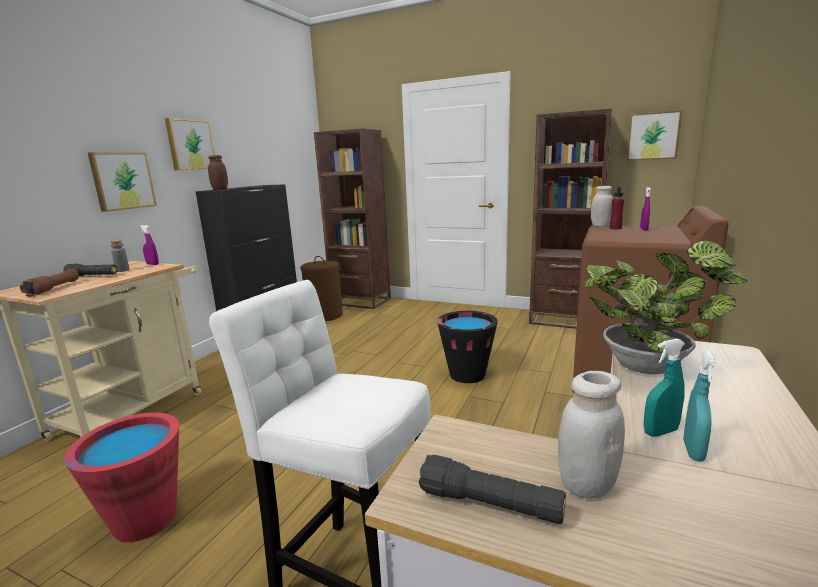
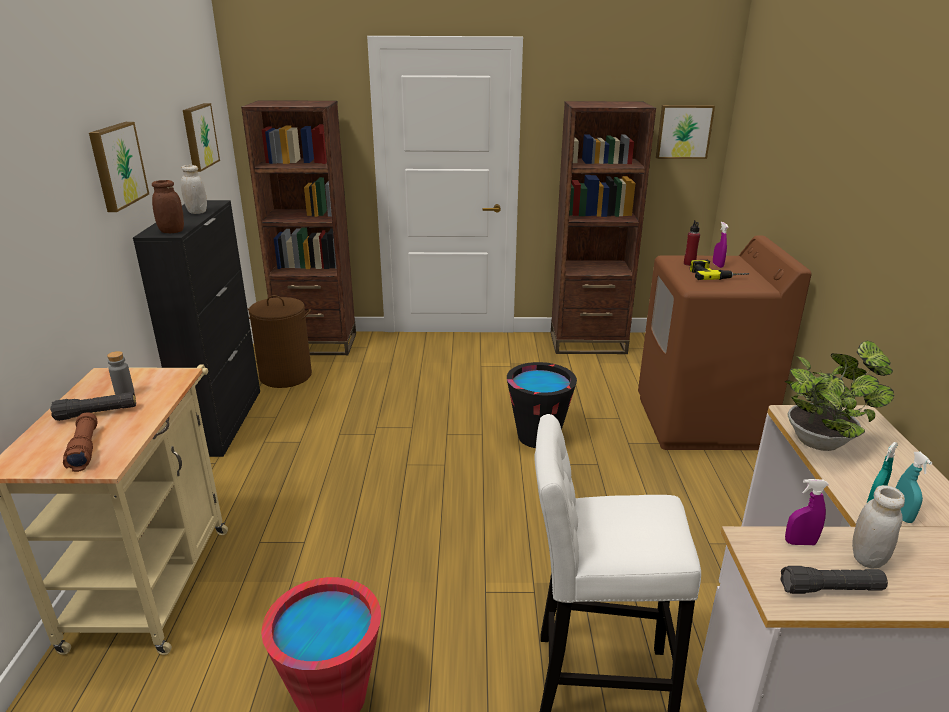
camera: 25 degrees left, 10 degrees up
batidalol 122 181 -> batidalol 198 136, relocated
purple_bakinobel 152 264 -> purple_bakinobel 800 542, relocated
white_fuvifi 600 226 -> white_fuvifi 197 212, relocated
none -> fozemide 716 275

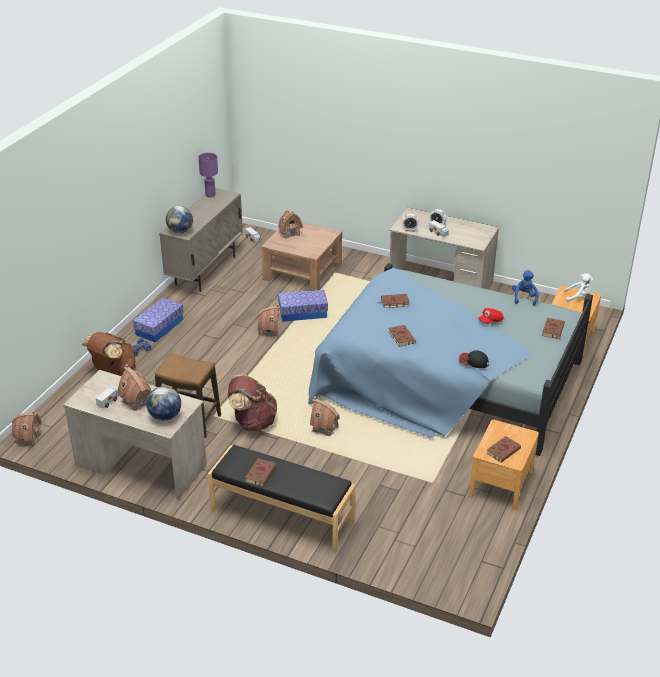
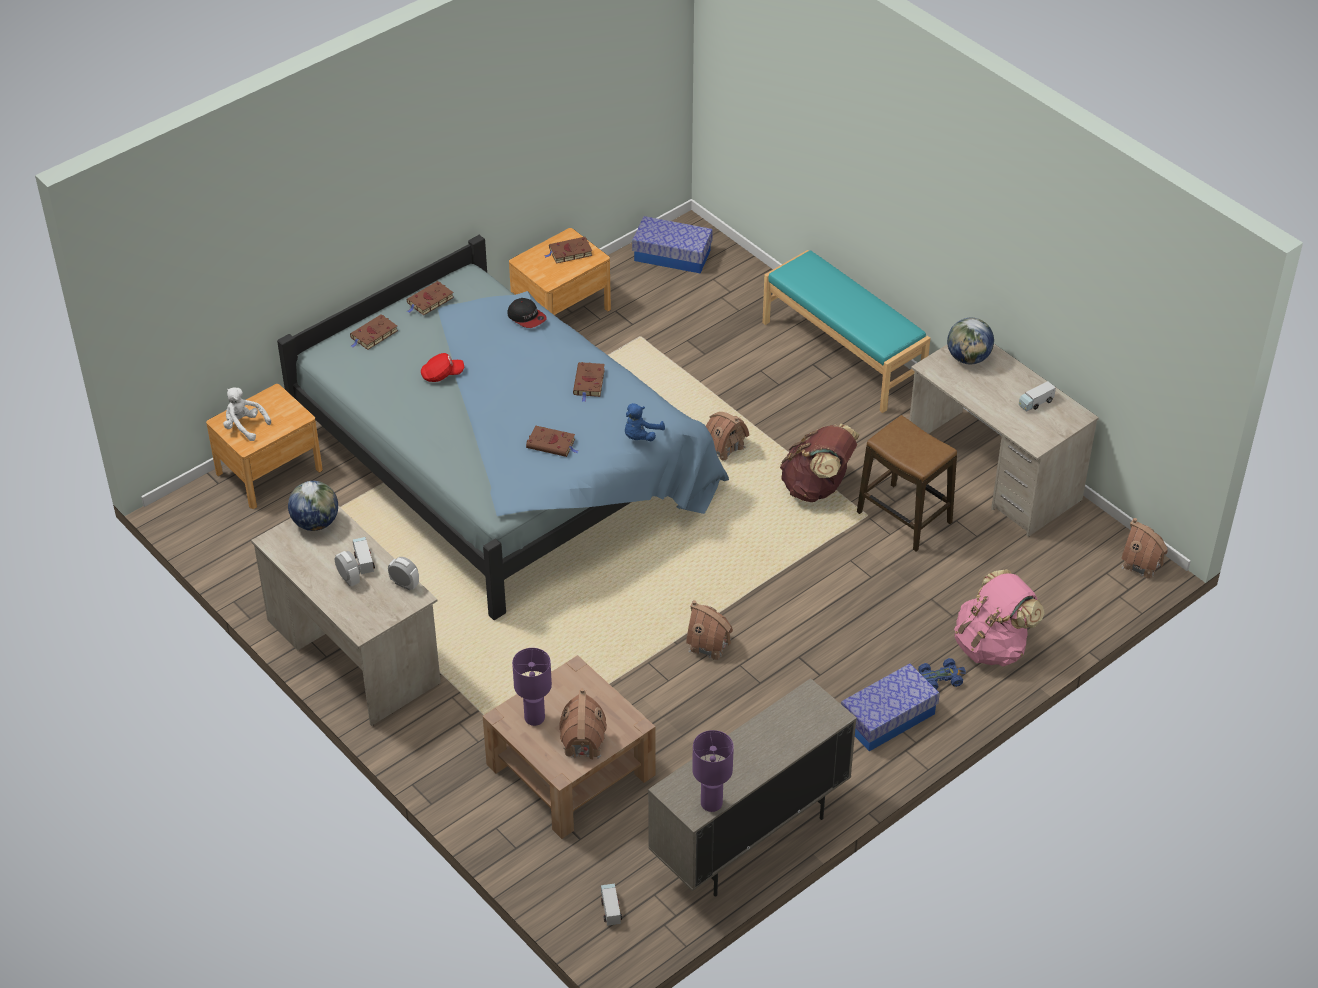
camera: 155 degrees left, 10 degrees up
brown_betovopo 113 371 -> pink_betovopo 992 646
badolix 137 401 -> none
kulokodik 180 231 -> kulokodik 315 523, relocated
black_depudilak 282 517 -> turquoise_depudilak 843 353
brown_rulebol 261 473 -> brown_rulebol 429 301, relocated
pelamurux 303 313 -> pelamurux 672 255, relocated
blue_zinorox 524 298 -> blue_zinorox 640 436, relocated
none -> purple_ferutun 535 717

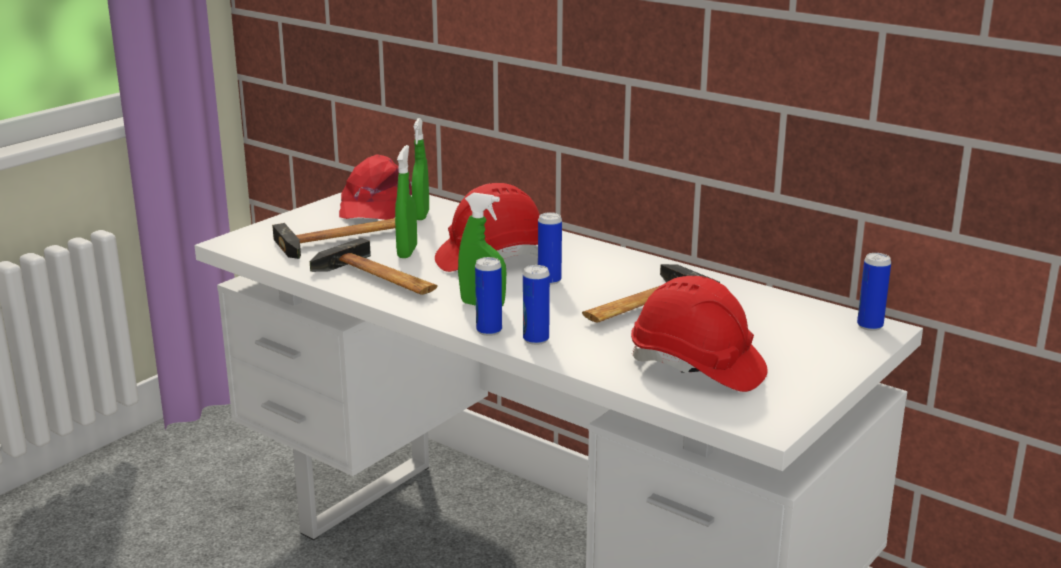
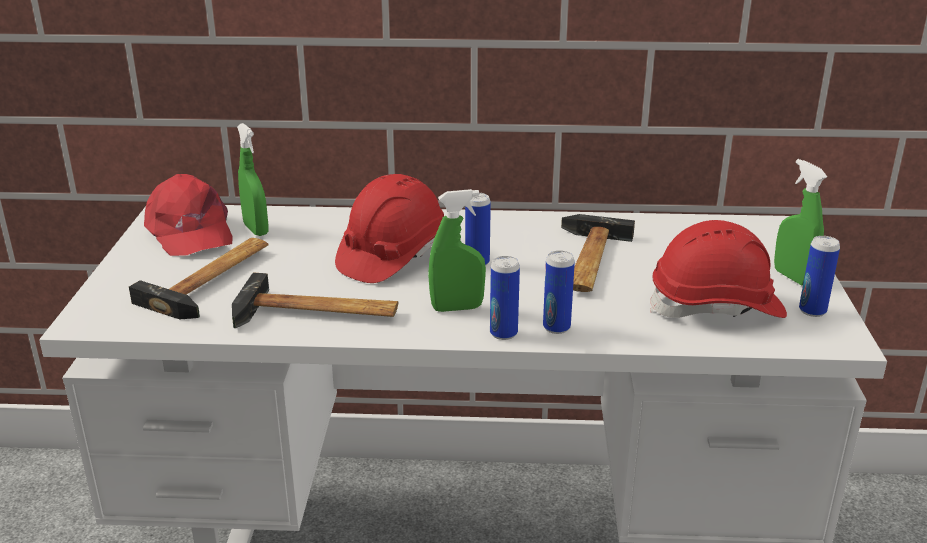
camera: 35 degrees left, 5 degrees up
green_bakinobel 407 252 -> green_bakinobel 792 277, relocated
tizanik 870 326 -> tizanik 812 311, relocated

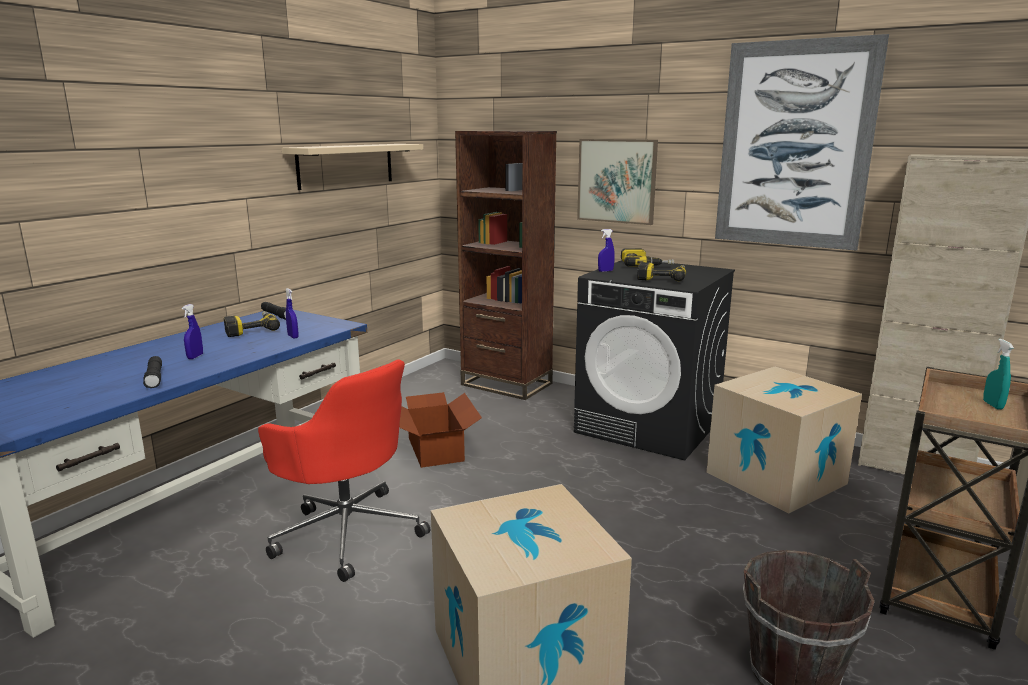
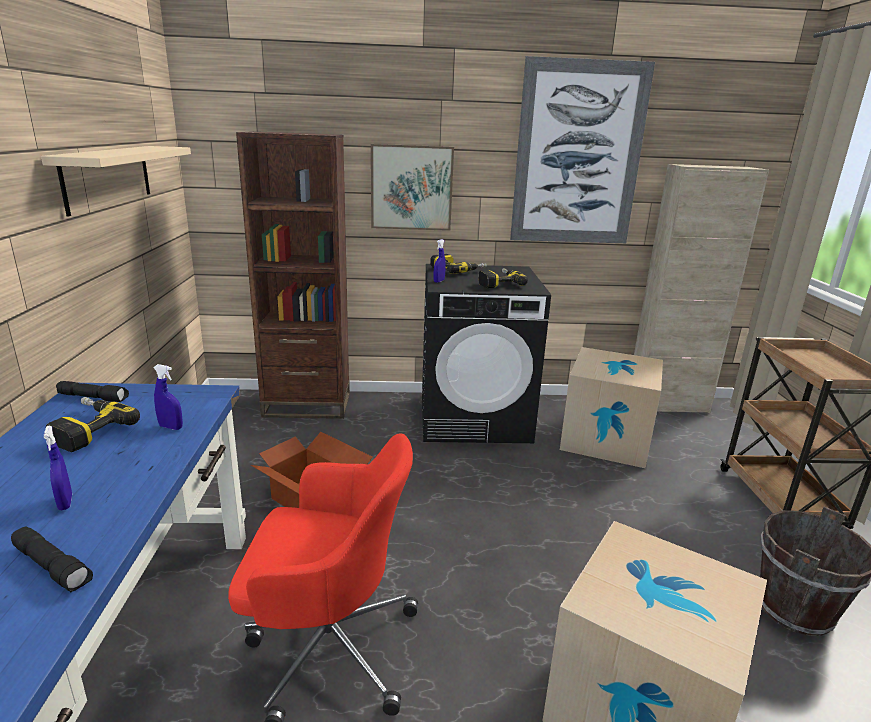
camera: 35 degrees left, 5 degrees up
turquoise_bakinobel 993 405 -> none

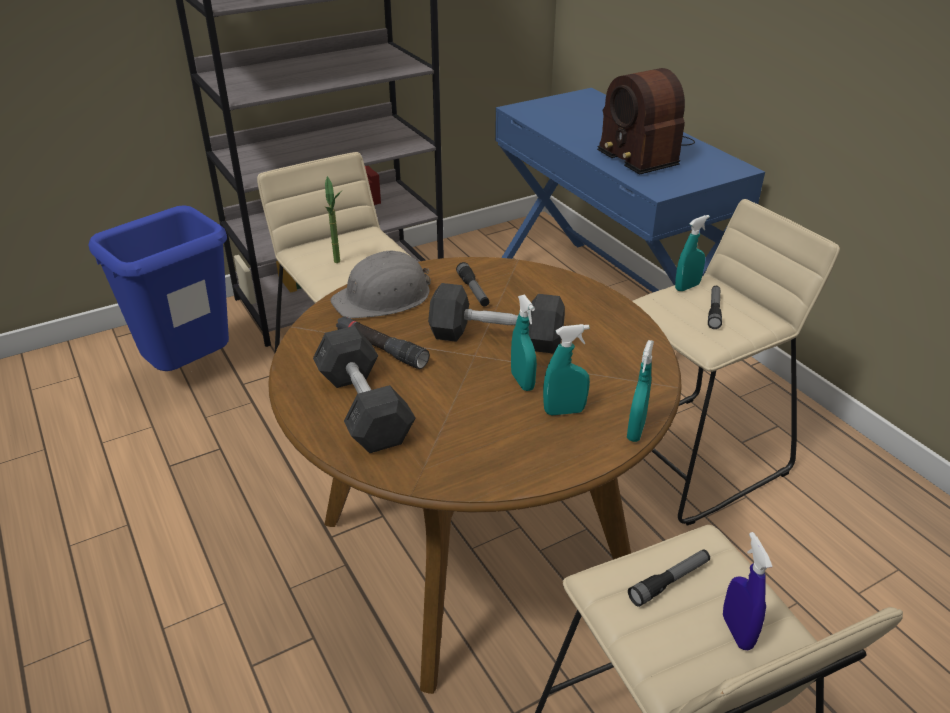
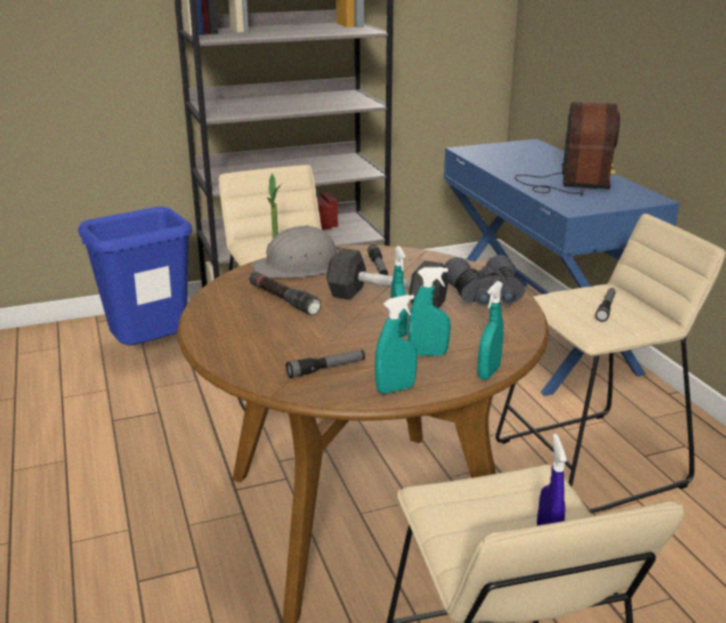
camera: 10 degrees right, 10 degrees down
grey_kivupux 364 408 -> none
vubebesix 643 151 -> vubebesix 568 183, 150 degrees counterclockwise
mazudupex 669 582 -> mazudupex 326 369, relocated
turquoise_bakinobel 687 287 -> turquoise_bakinobel 395 389, relocated
none -> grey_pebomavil 485 295

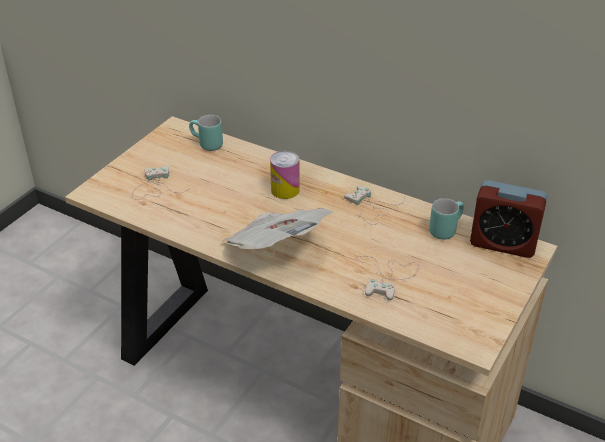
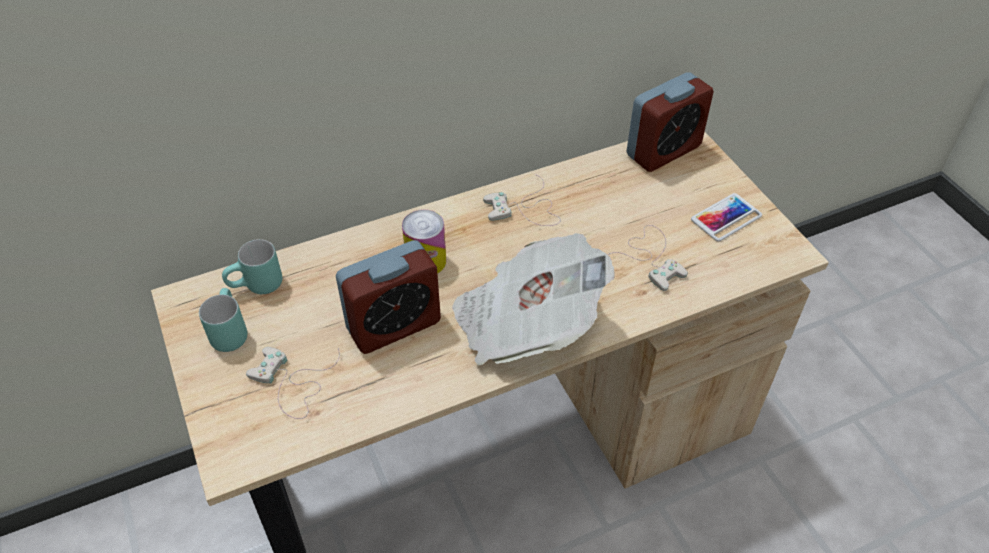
camera: 55 degrees left, 10 degrees up
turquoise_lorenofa 445 229 -> turquoise_lorenofa 227 332, relocated
none -> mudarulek 394 325
none -> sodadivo 726 218

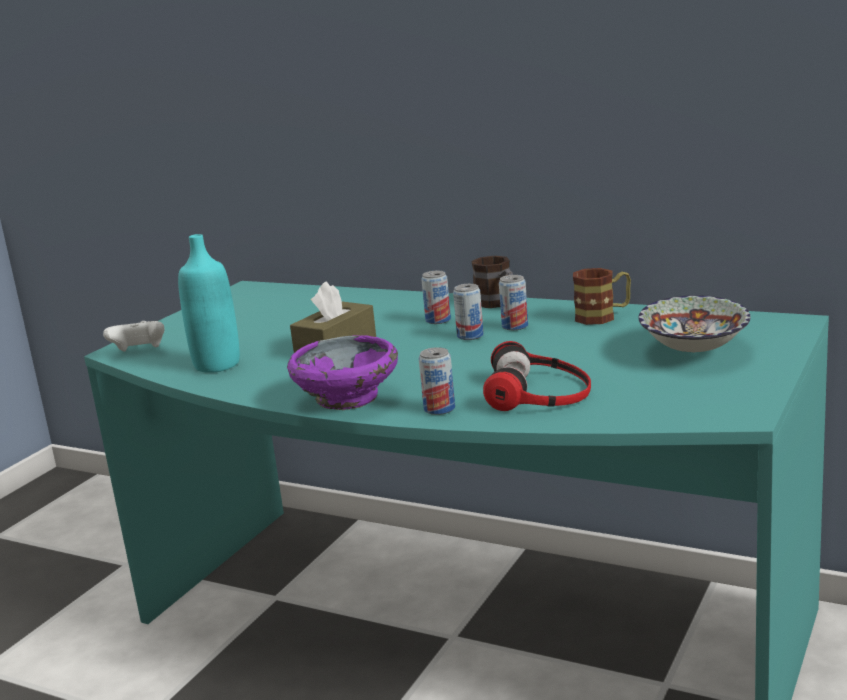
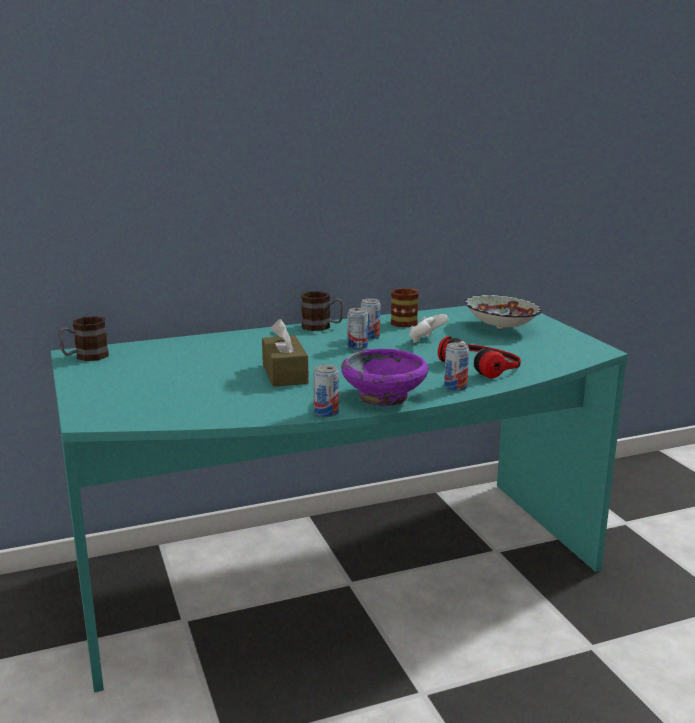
camera: 50 degrees left, 0 degrees up
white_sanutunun 139 352 -> white_sanutunun 426 341, relocated
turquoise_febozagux 217 365 -> none
tizanik 438 320 -> tizanik 326 412, relocated
none -> lorenofa 85 357

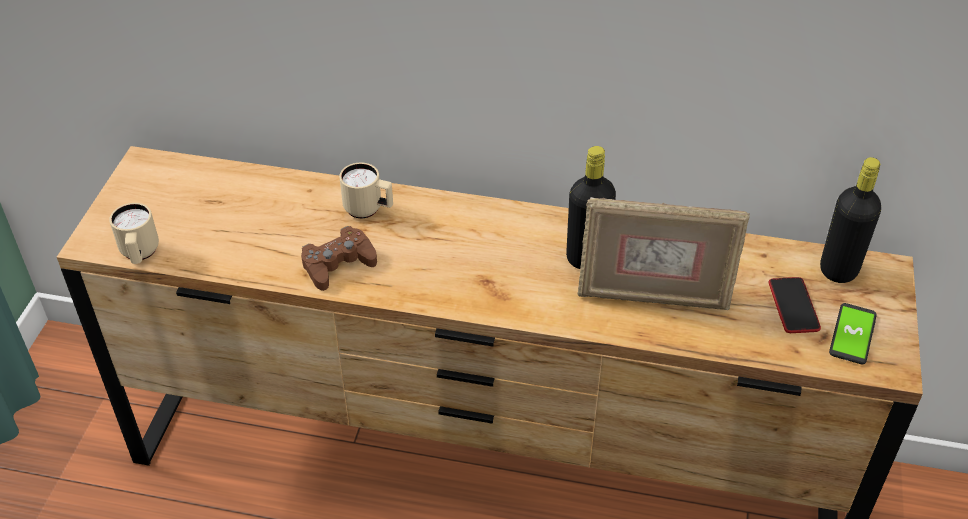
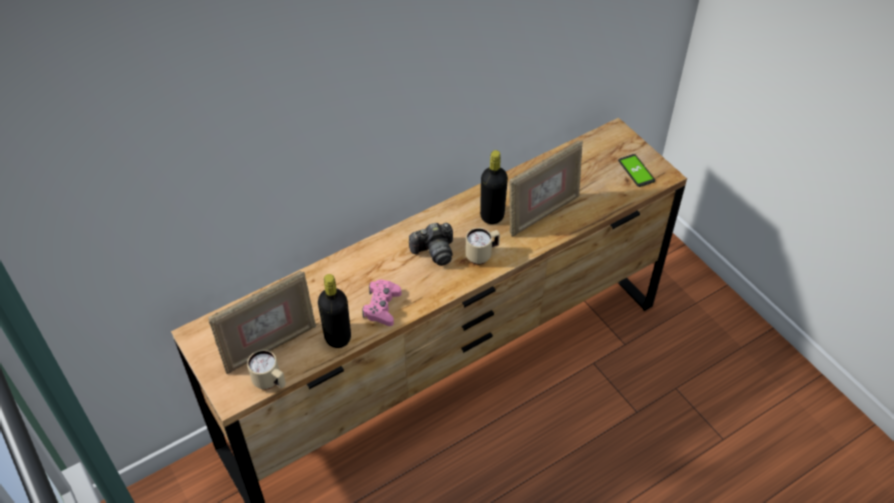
camera: 45 degrees left, 5 degrees up
brown_sanutunun 338 264 -> pink_sanutunun 382 306
beige_lorenofa 368 210 -> beige_lorenofa 482 255, relocated
sodadivo 793 306 -> none
black_febozagux 838 270 -> black_febozagux 338 337, relocated
none -> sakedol 269 346
none -> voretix 434 251

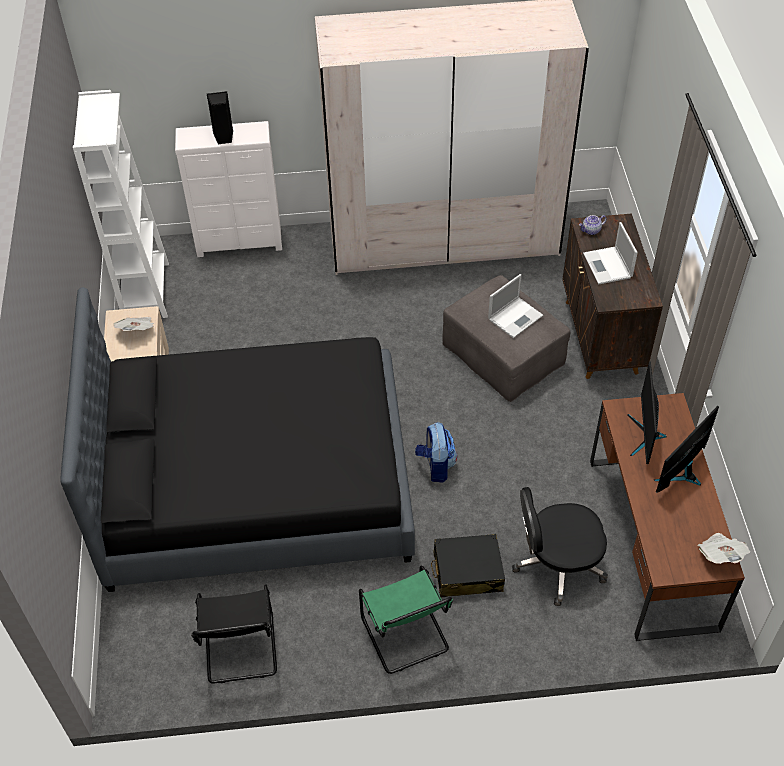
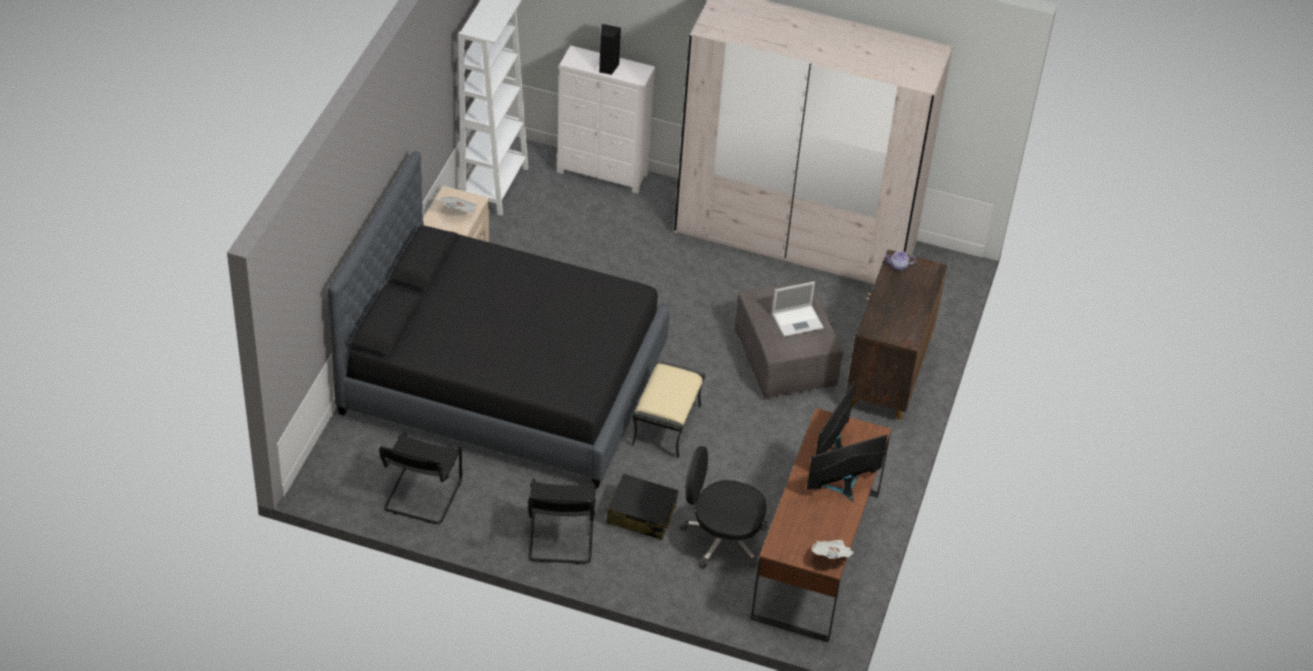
camera: 20 degrees right, 5 degrees down
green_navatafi 406 636 -> black_navatafi 560 540
betovopo 436 466 -> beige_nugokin 666 424
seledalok 608 266 -> none

